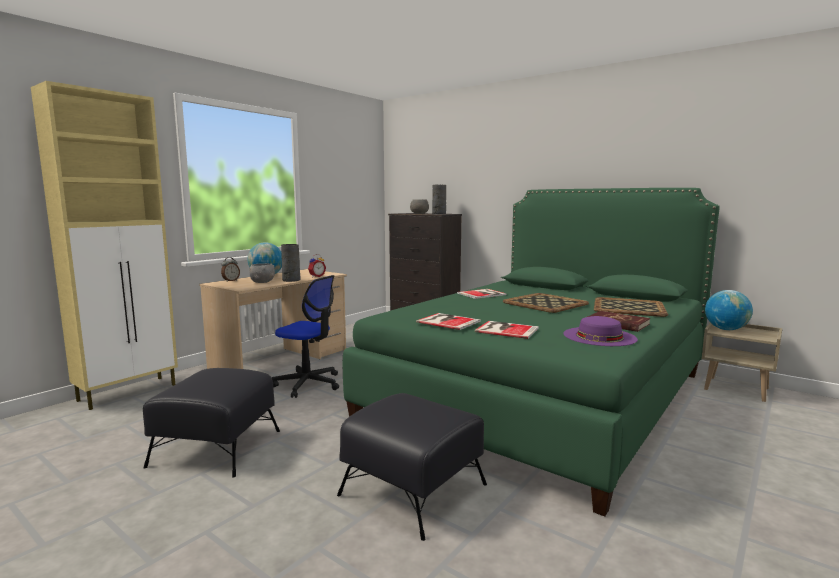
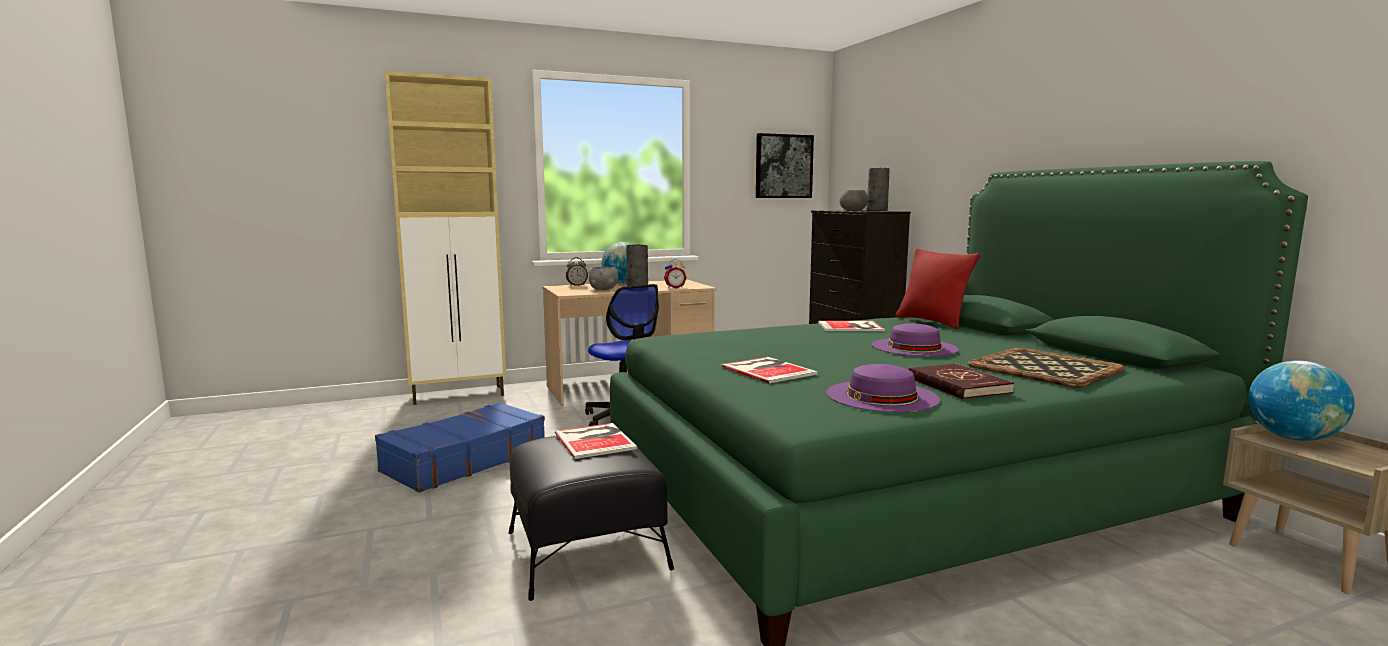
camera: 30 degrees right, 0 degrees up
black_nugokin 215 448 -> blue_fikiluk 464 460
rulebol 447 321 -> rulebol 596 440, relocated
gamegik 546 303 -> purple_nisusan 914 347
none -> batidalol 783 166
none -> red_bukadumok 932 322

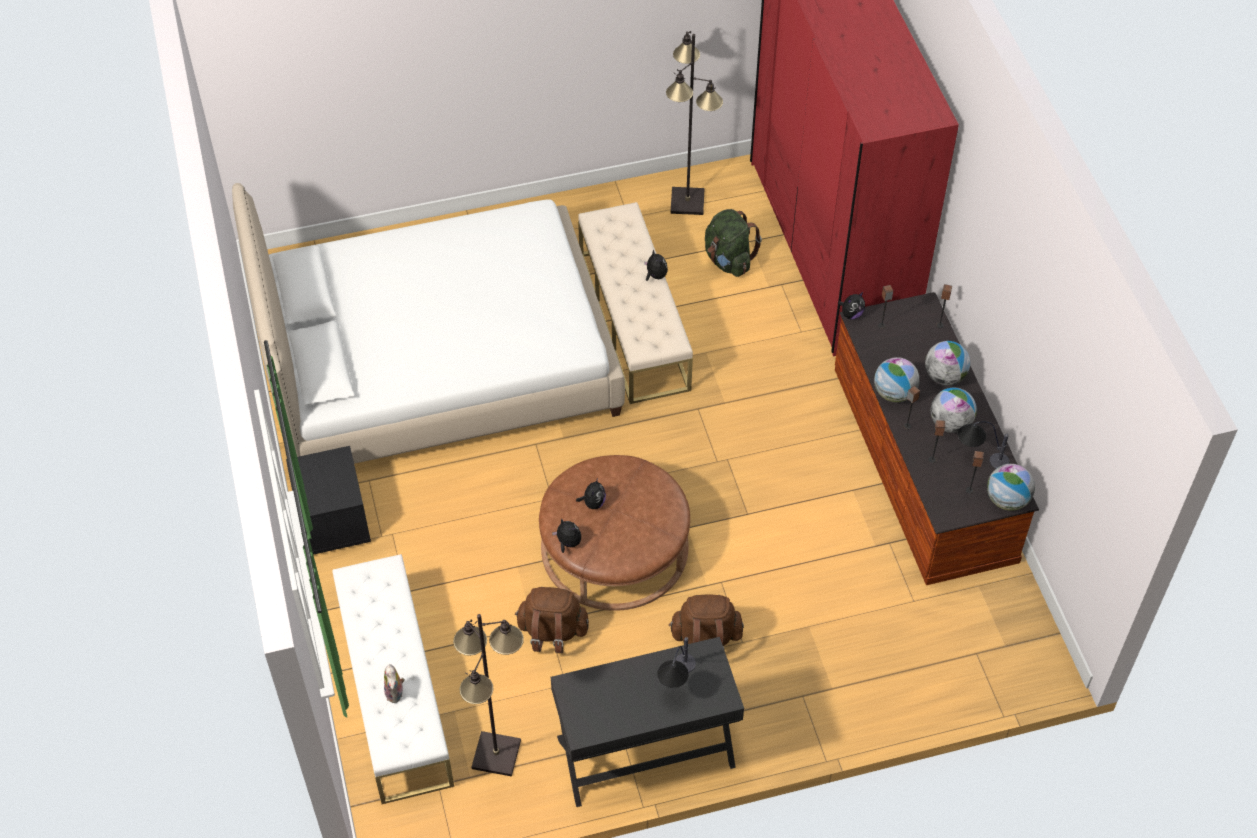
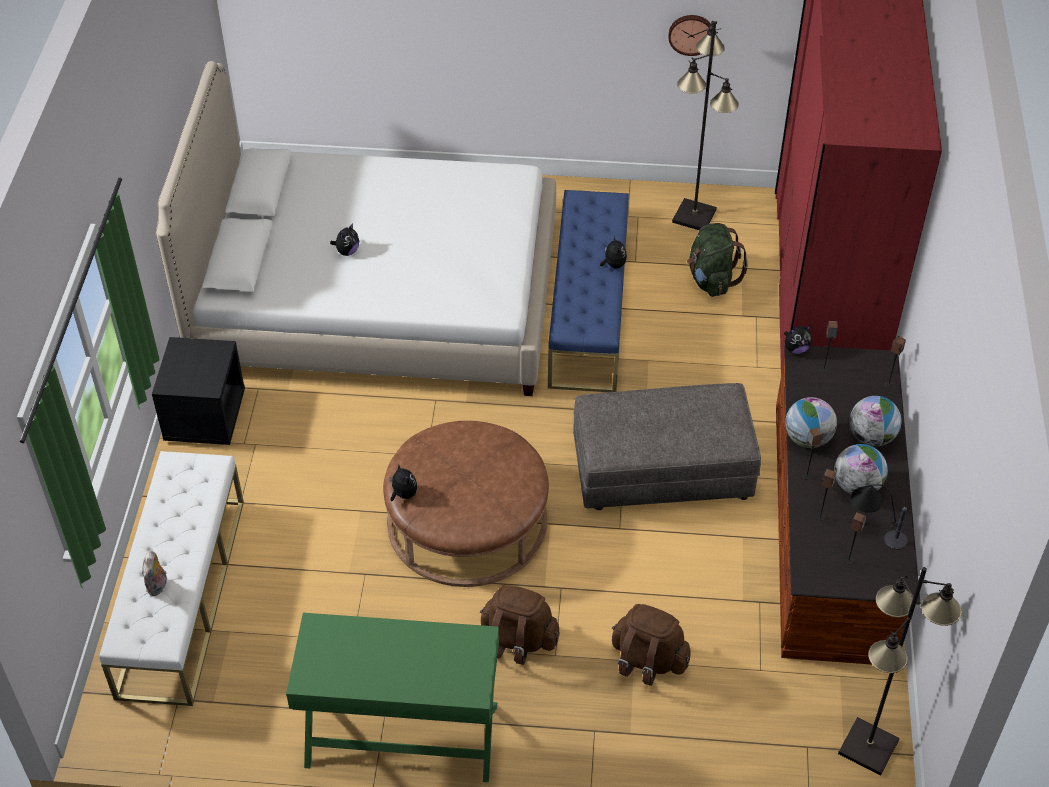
camera: 20 degrees right, 5 degrees down
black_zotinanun 496 755 -> black_zotinanun 868 748, relocated
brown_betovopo 552 631 -> brown_betovopo 648 660, relocated
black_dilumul 645 752 -> green_dilumul 401 735
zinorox 593 503 -> zinorox 347 251, relocated
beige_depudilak 633 320 -> blue_depudilak 588 311
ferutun 677 682 -> none
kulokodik 1007 500 -> none
none -> grey_nugokin 662 468
none -> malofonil 691 33

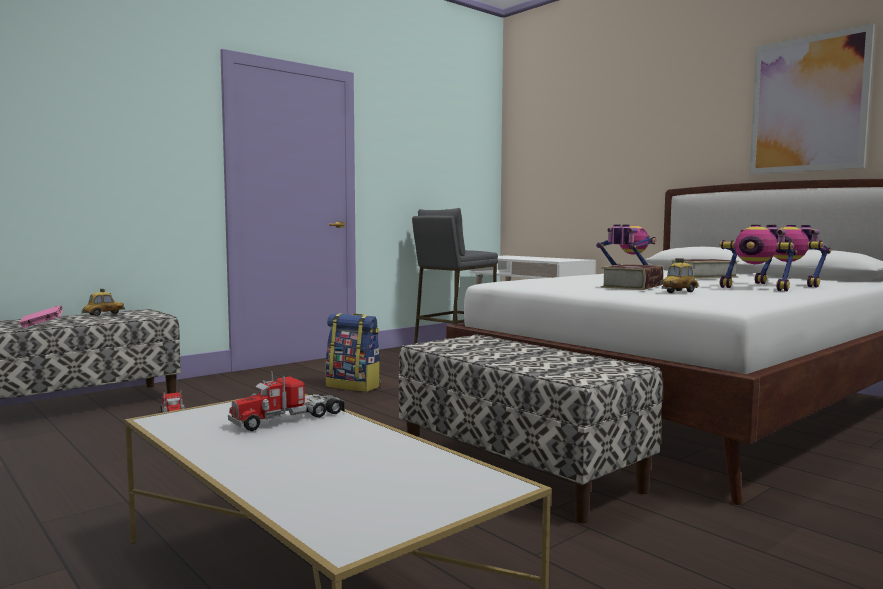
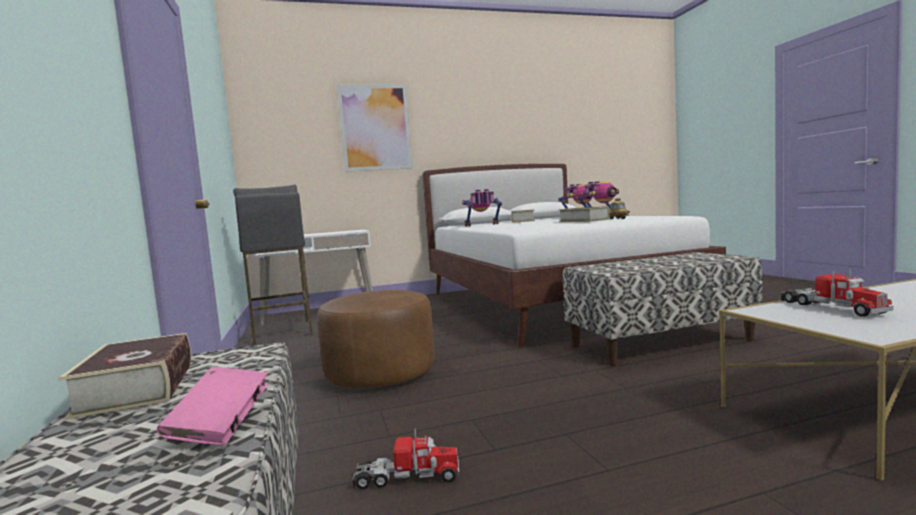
camera: 65 degrees left, 0 degrees up
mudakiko 103 314 -> rulebol 137 388
betovopo 354 386 -> brown_nugokin 380 373
batidalol 808 104 -> batidalol 375 127, relocated

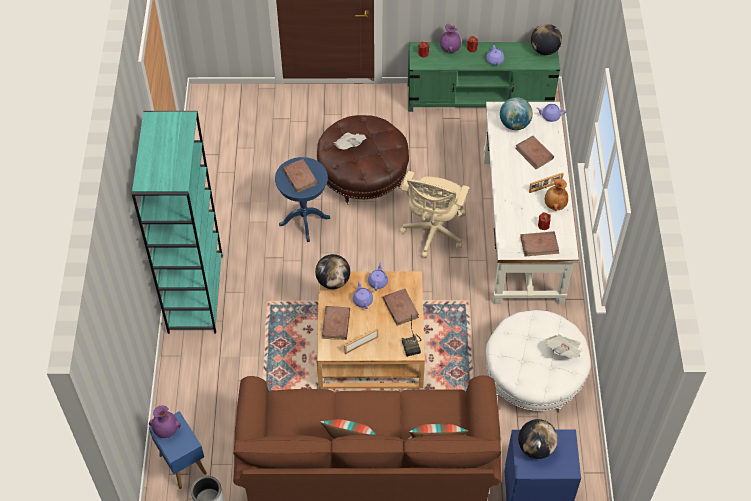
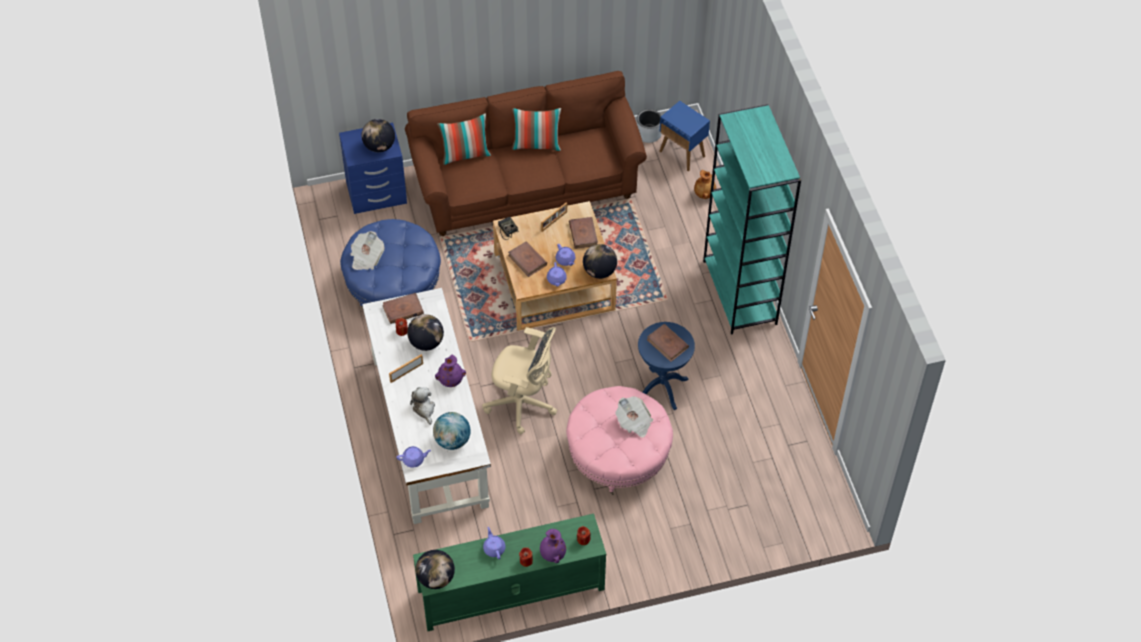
camera: 165 degrees right, 0 degrees up
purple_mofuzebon 166 430 -> purple_mofuzebon 450 380, relocated
brown_nugokin 363 175 -> pink_nugokin 618 454
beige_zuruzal 433 233 -> beige_zuruzal 523 404, 105 degrees clockwise
white_nugokin 533 376 -> blue_nugokin 393 284
brown_rulebol 534 154 -> zinorox 424 409
brown_mofuzebon 554 204 -> brown_mofuzebon 705 194, relocated
none -> kulokodik 426 342

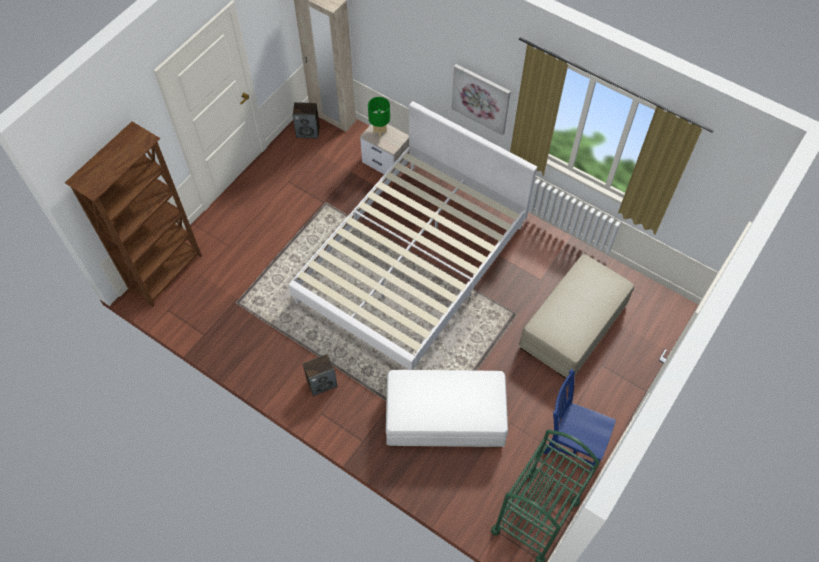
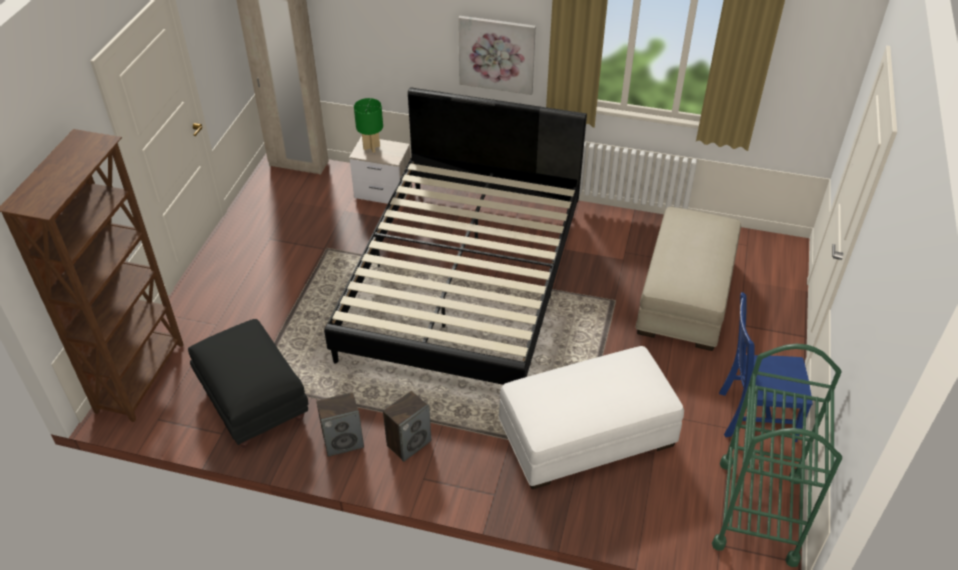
camera: 20 degrees left, 15 degrees down
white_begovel 412 263 -> black_begovel 464 282
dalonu 308 131 -> dalonu 343 441, relocated
none -> black_nugokin 253 402

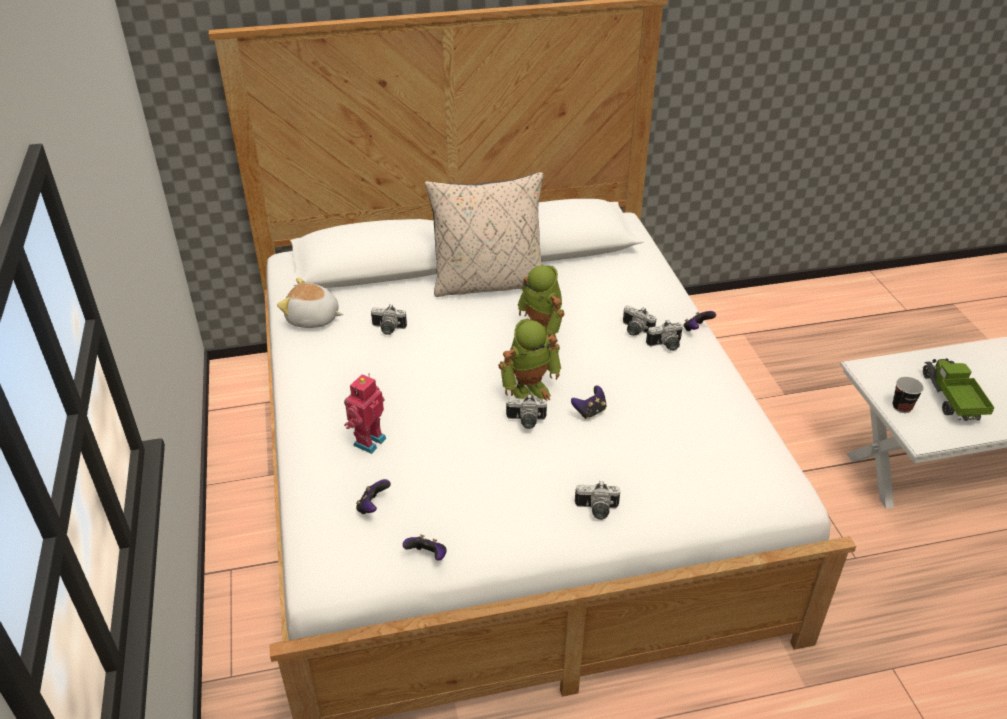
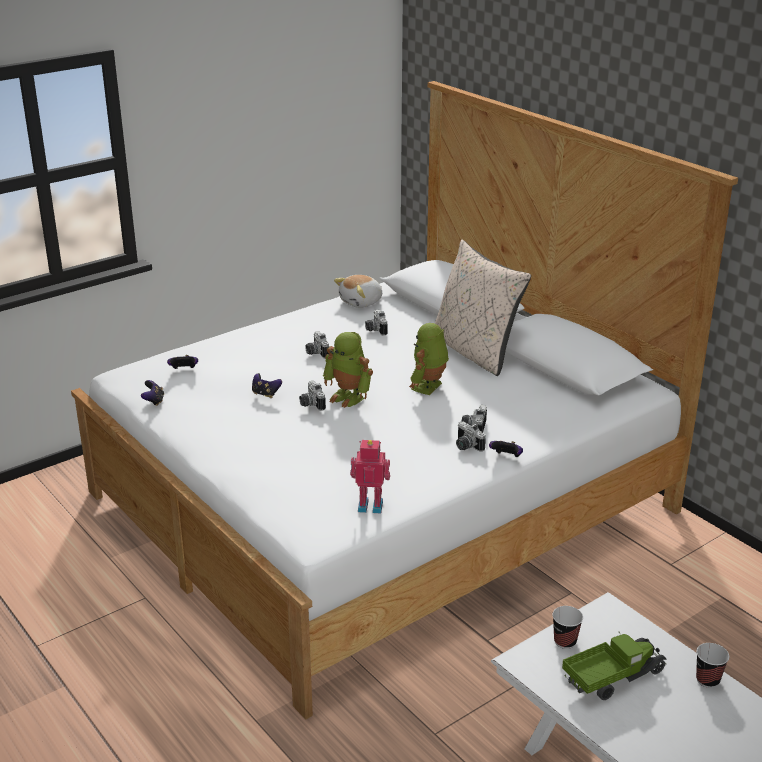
camera: 65 degrees right, 10 degrees down
zinorox 313 319 -> zinorox 361 302, 120 degrees counterclockwise
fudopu 368 441 -> fudopu 370 505, relocated
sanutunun 590 411 -> sanutunun 265 394, relocated
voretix 596 510 -> voretix 316 352, relocated
none -> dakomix 707 680

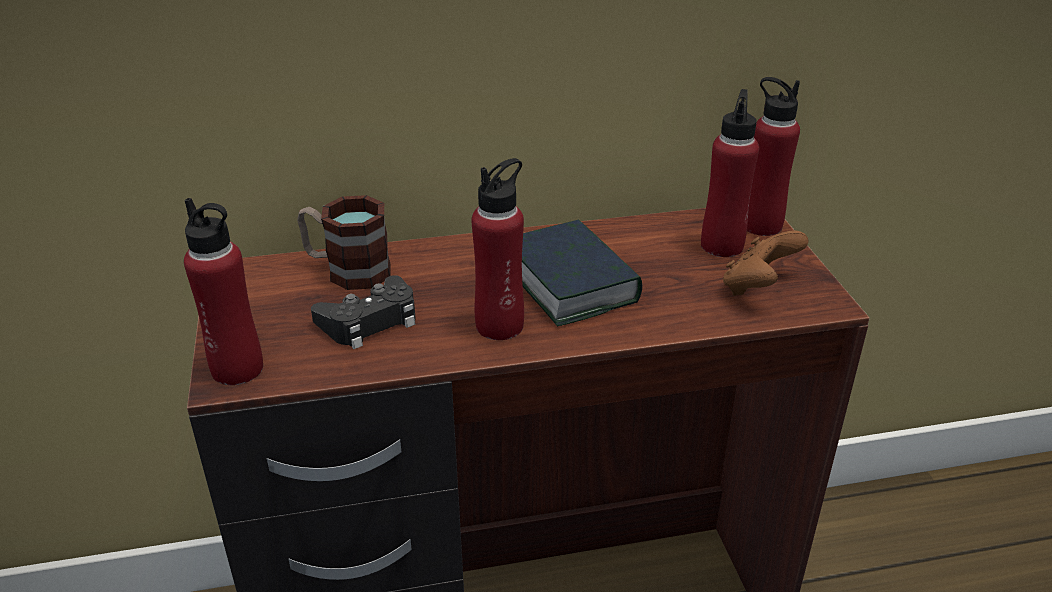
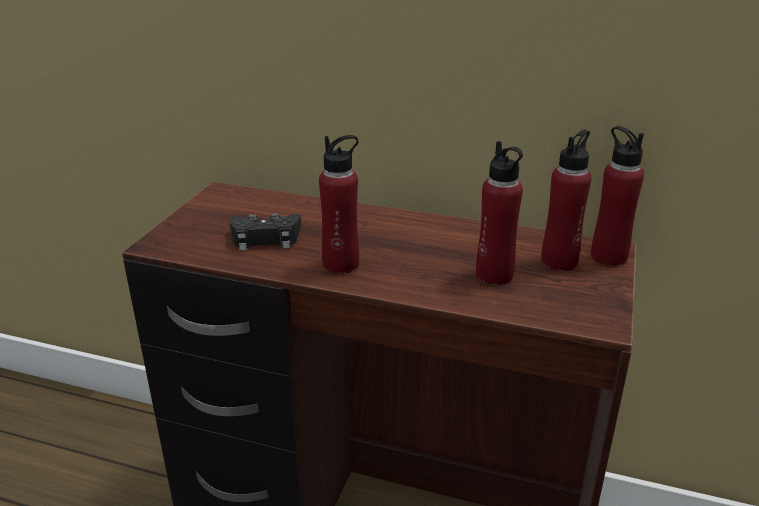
camera: 30 degrees right, 5 degrees down
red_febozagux 237 369 -> red_febozagux 494 275, relocated
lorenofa 347 270 -> none
rulebol 570 283 -> none
brown_sanutunun 758 287 -> none

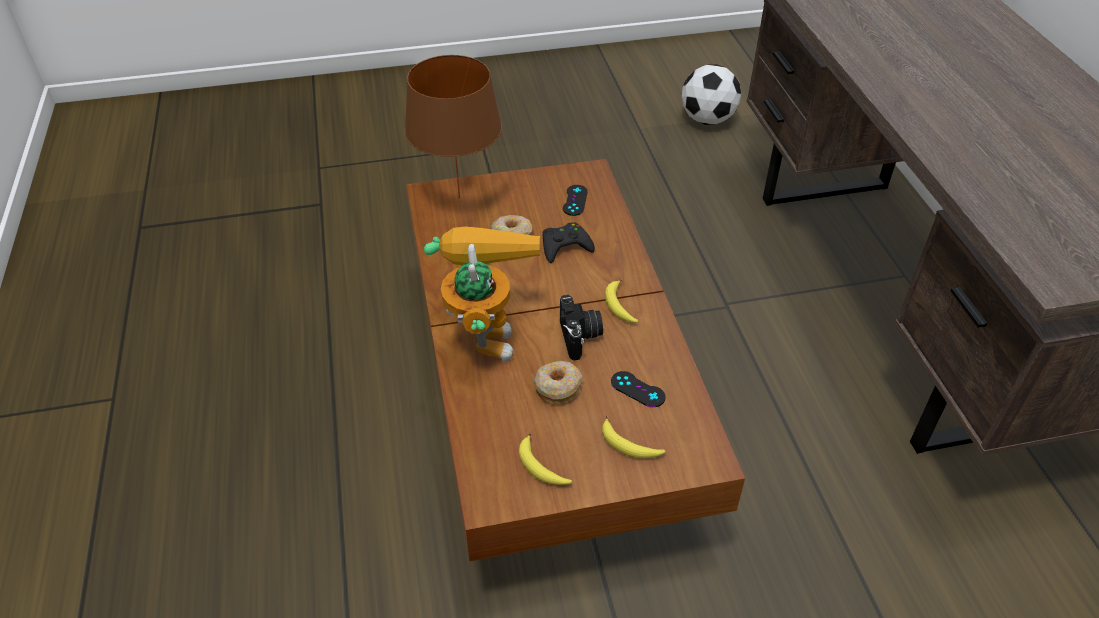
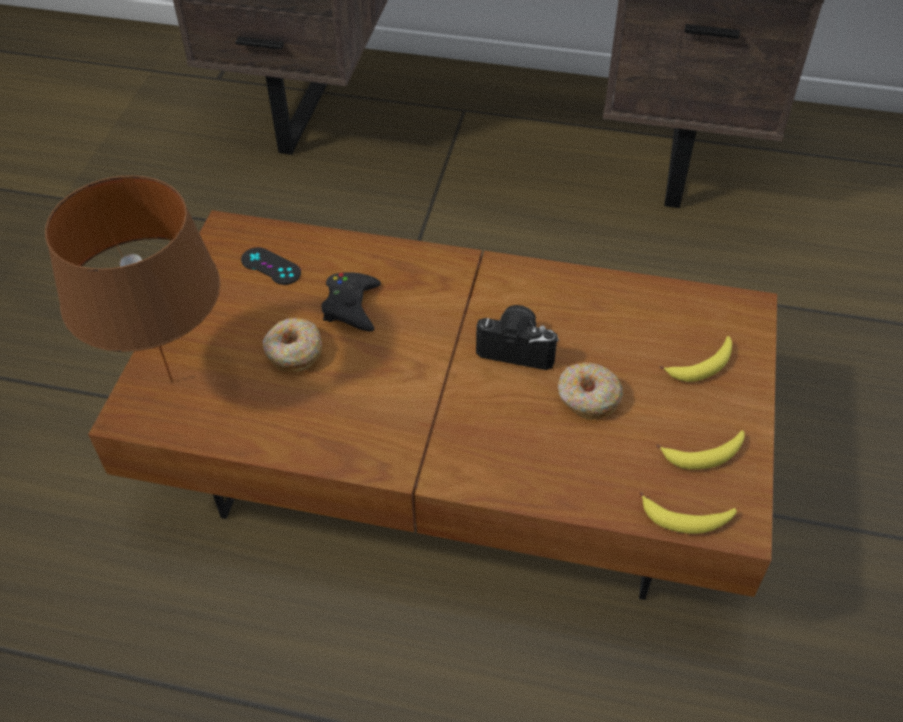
camera: 65 degrees left, 5 degrees up
fudopu 484 330 -> none
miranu 619 306 -> miranu 686 519, relocated
black_sanutunun 637 389 -> none
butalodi 707 119 -> none

